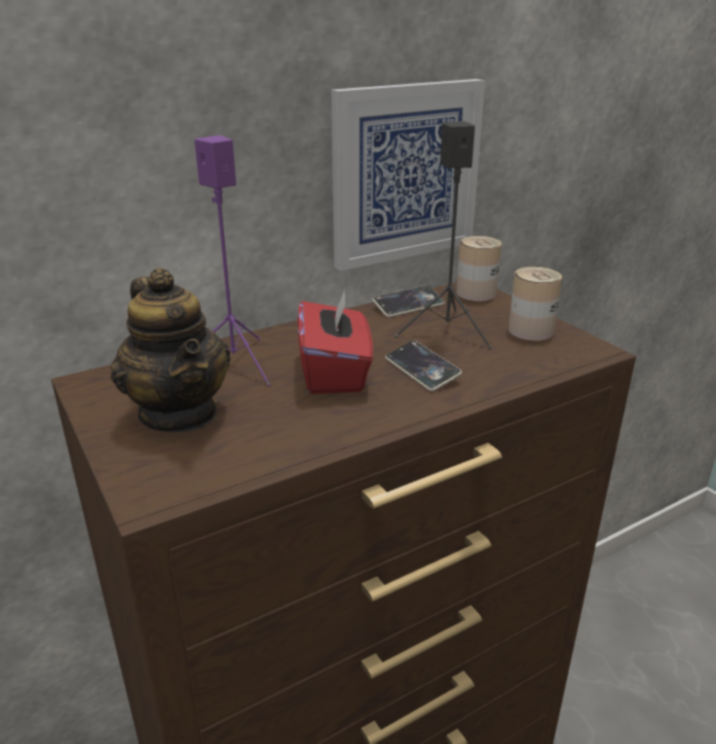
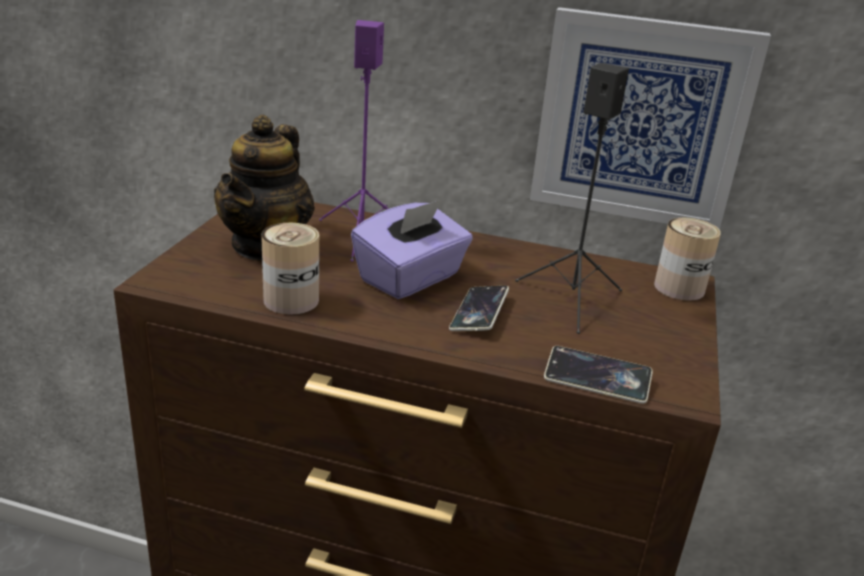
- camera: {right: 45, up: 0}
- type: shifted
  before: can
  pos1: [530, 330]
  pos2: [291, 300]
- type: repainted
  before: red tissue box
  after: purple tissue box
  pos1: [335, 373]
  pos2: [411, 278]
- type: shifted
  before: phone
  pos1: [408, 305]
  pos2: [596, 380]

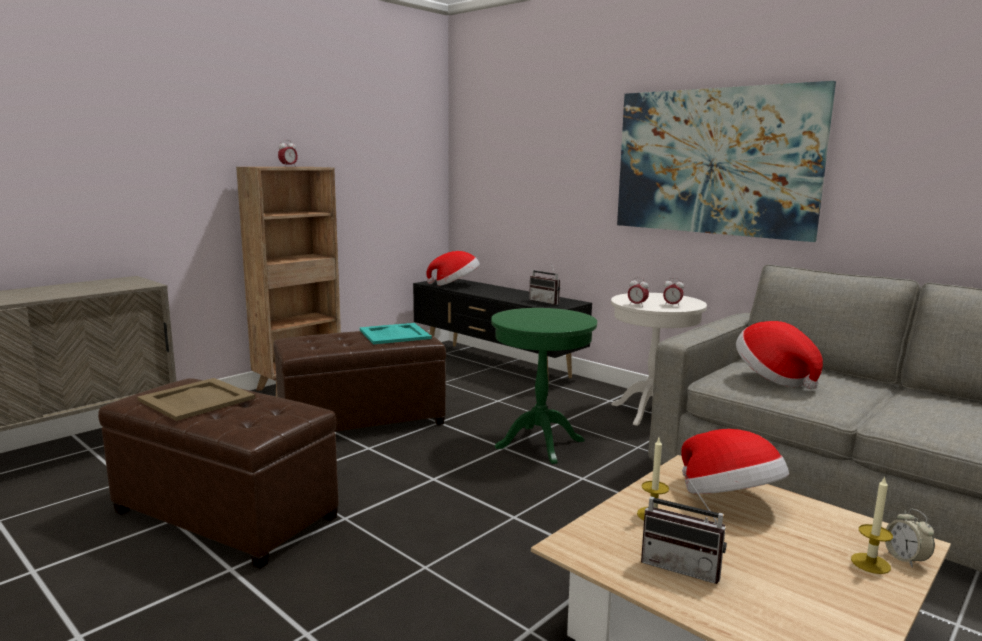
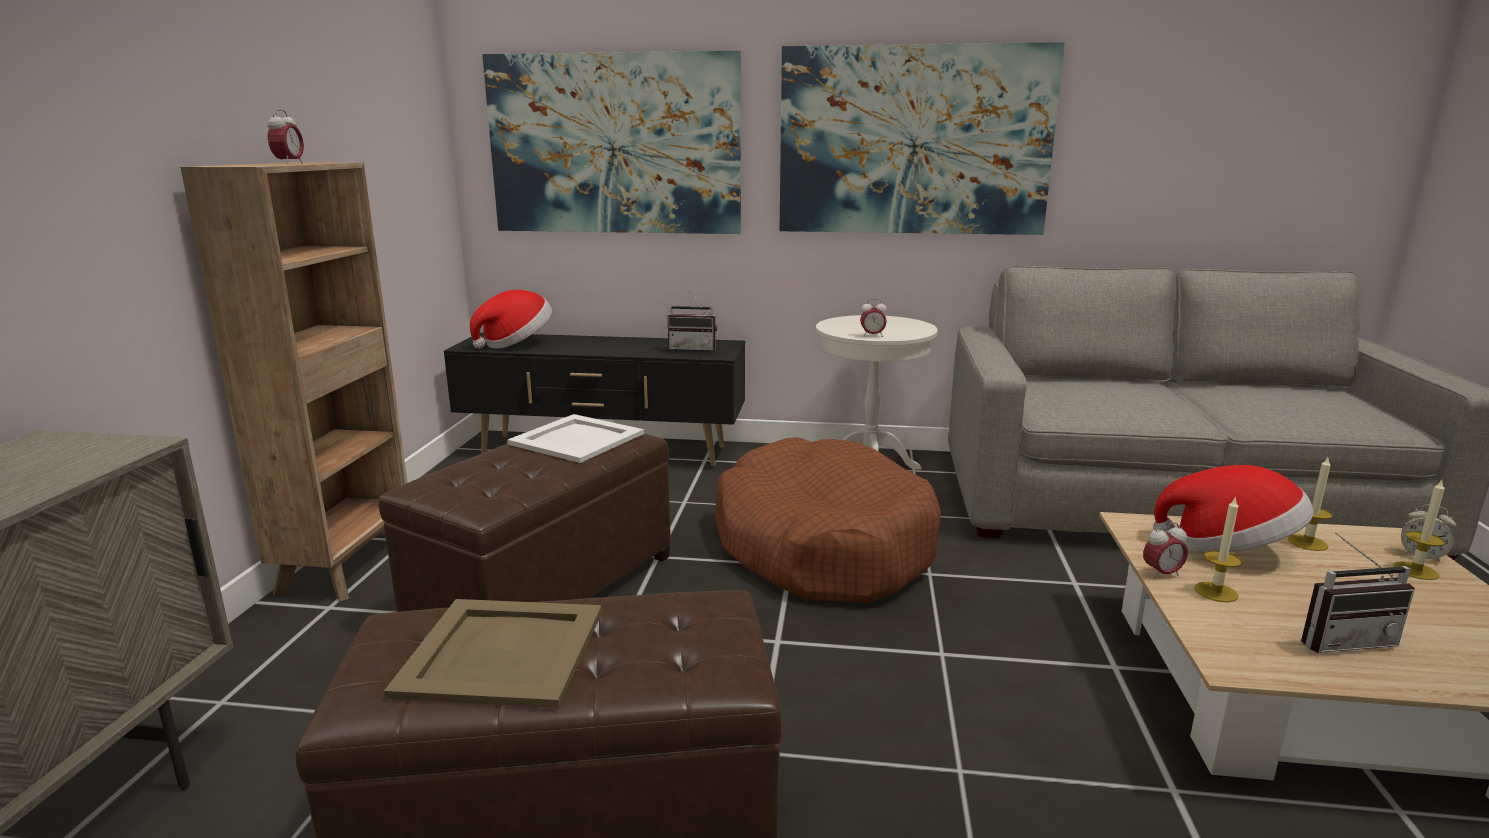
- camera: {right: -35, up: 5}
- type: new
  after: picture
  pos2: [614, 145]
- type: repainted
  before: turquoise tray
  after: white tray
  pos1: [394, 334]
  pos2: [575, 439]
- type: swapped
  before: green side table
  after: brown dog bed
  pos1: [540, 444]
  pos2: [822, 546]
- type: shifted
  before: alarm clock
  pos1: [672, 305]
  pos2: [1161, 574]
- type: new
  after: candle
  pos2: [1307, 543]
- type: gone
  before: hat
  pos1: [773, 378]

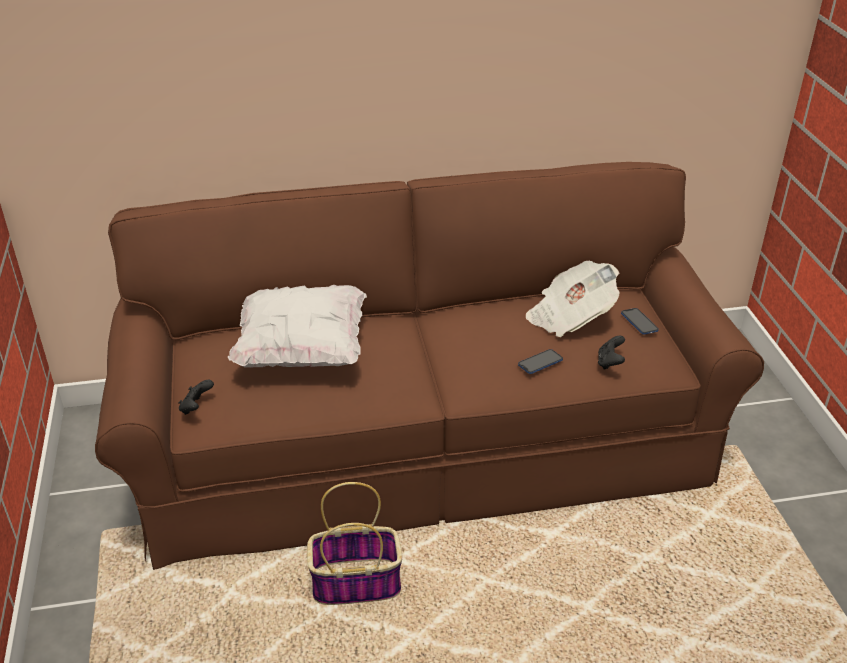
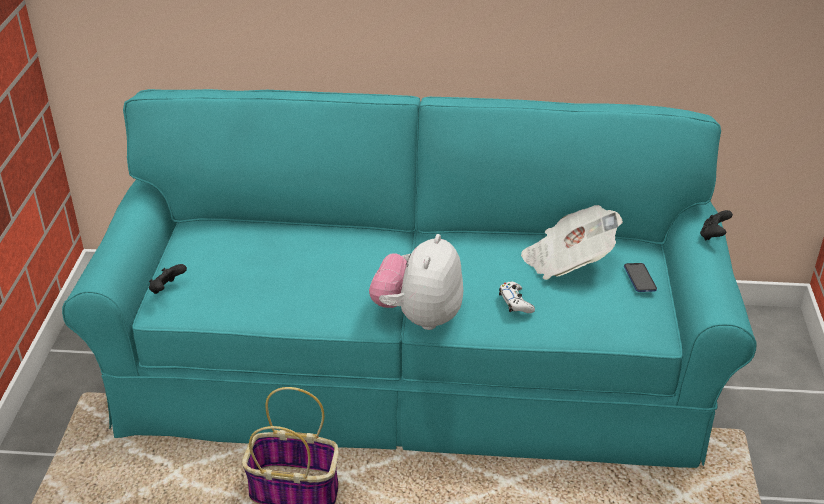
- camera: {right: 15, up: 0}
- type: repainted
  before: brown sofa
  after: turquoise sofa
  pos1: [424, 444]
  pos2: [413, 368]
- type: new
  after: plush toy
  pos2: [419, 316]
- type: swapped
  before: phone
  after: white game controller
  pos1: [540, 362]
  pos2: [515, 302]
- type: shifted
  before: black game controller
  pos1: [610, 362]
  pos2: [713, 235]
- type: gone
  before: white pillow
  pos1: [301, 350]

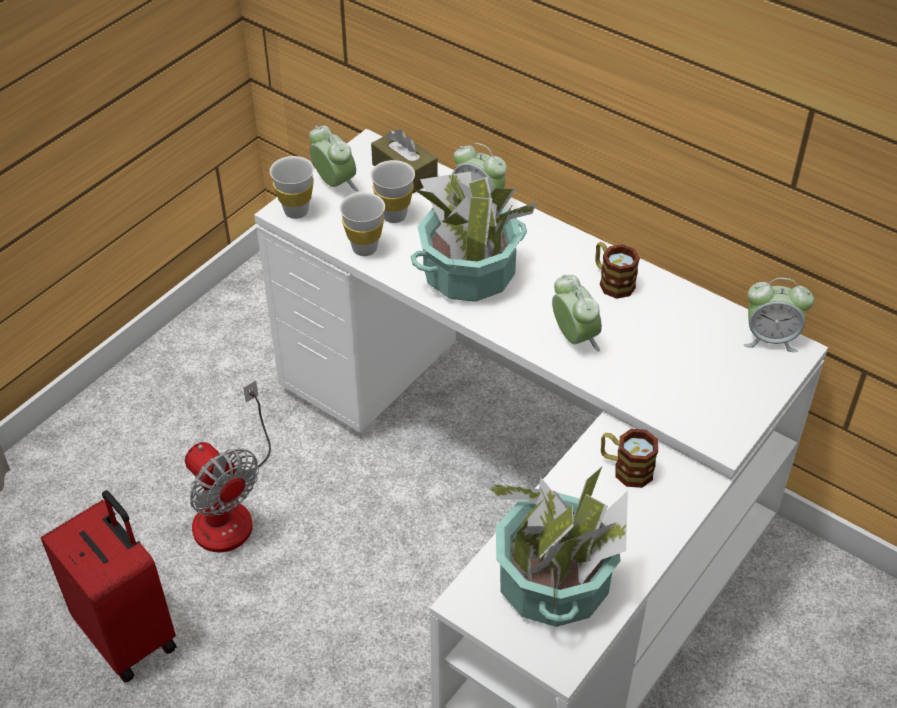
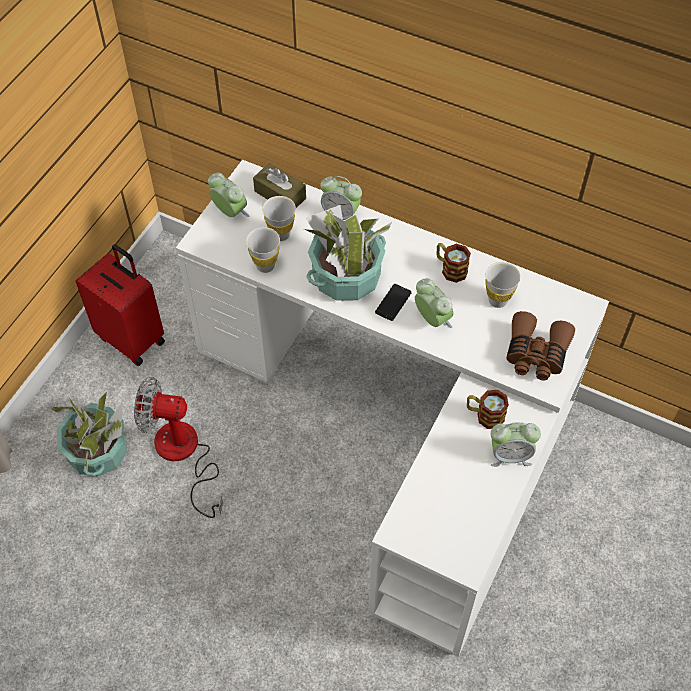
- camera: {right: -10, up: 10}
- type: shifted
  before: potted plant
  pos1: [553, 583]
  pos2: [98, 451]
- type: shifted
  before: red suitcase
  pos1: [130, 635]
  pos2: [132, 338]
- type: rotated
  before: fan
  pos1: [229, 508]
  pos2: [183, 455]
  turn: 150
- type: new
  after: phone
  pos2: [393, 302]
- type: shifted
  before: white cup
  pos1: [296, 211]
  pos2: [497, 300]
- type: shifted
  before: alarm clock
  pos1: [770, 338]
  pos2: [510, 455]
- type: new
  after: brown binoculars
  pos2: [536, 354]

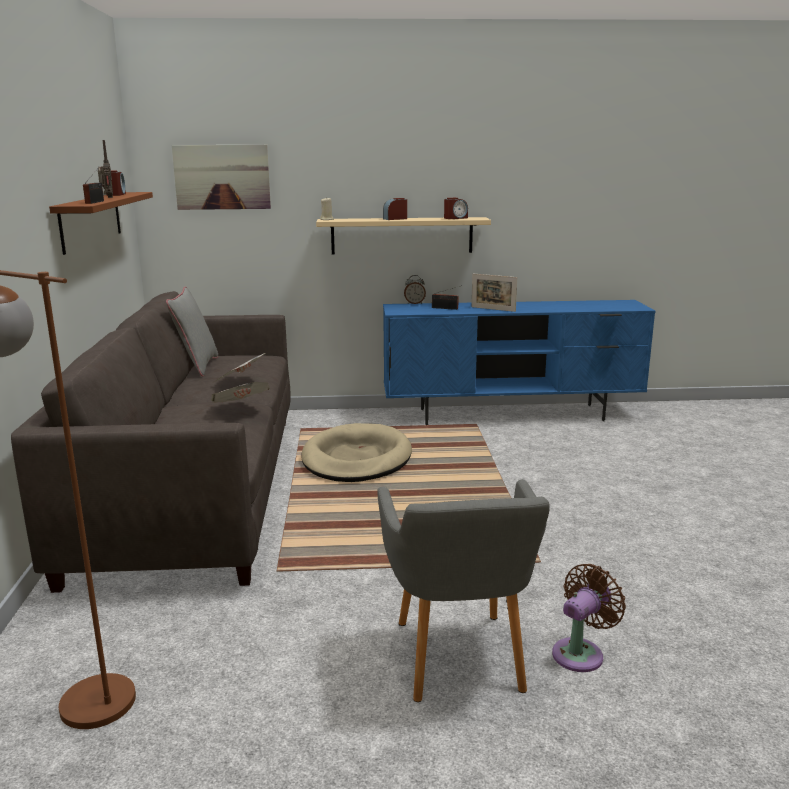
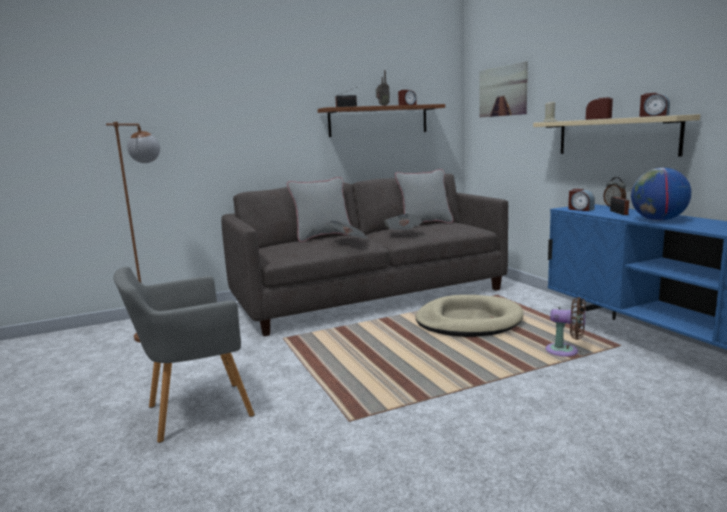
- camera: {right: 70, up: -5}
- type: new
  after: grey pillow
  pos2: [322, 237]
- type: shifted
  before: brown fan
  pos1: [581, 653]
  pos2: [565, 351]
- type: new
  after: alarm clock
  pos2: [580, 209]
- type: swapped
  before: picture frame
  after: globe
  pos1: [493, 309]
  pos2: [658, 220]

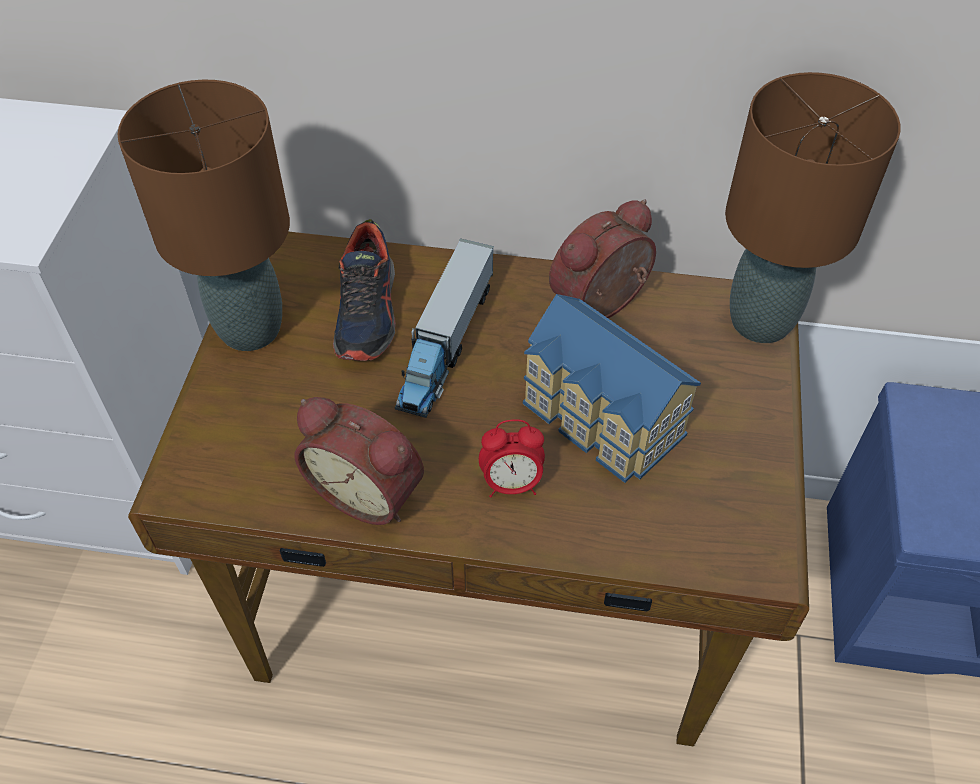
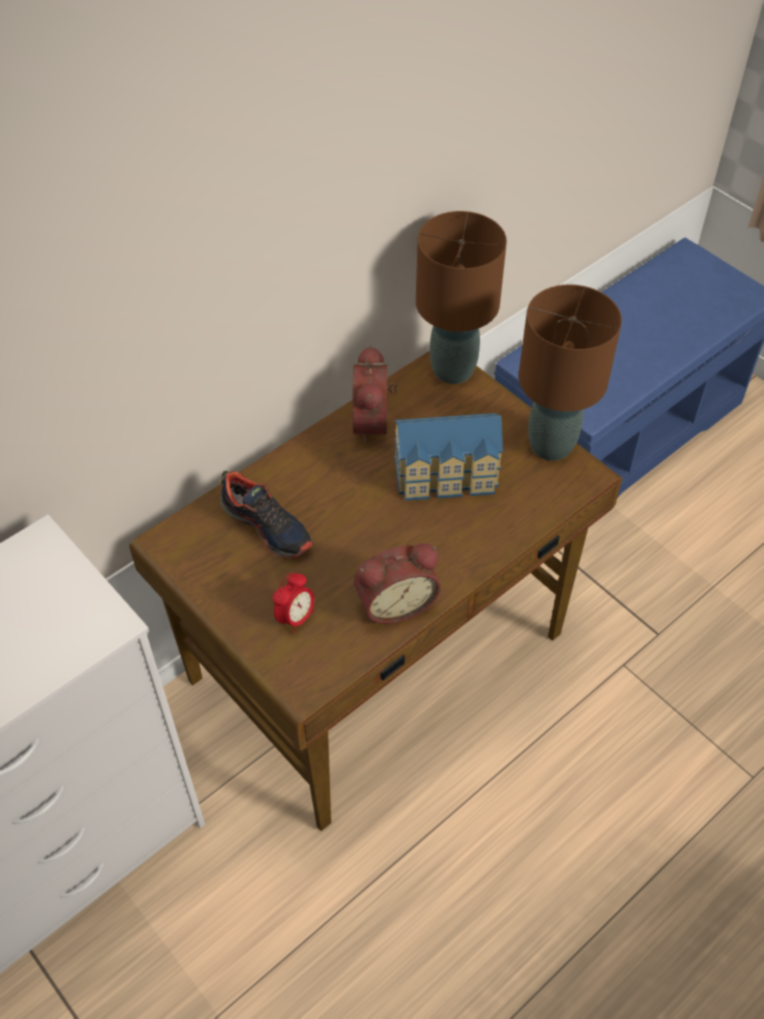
- camera: {right: -50, up: 0}
- type: shifted
  before: alarm clock
  pos1: [511, 484]
  pos2: [295, 617]
- type: shifted
  before: brown table lamp
  pos1: [249, 328]
  pos2: [550, 445]
- type: gone
  before: toy truck
  pos1: [445, 343]

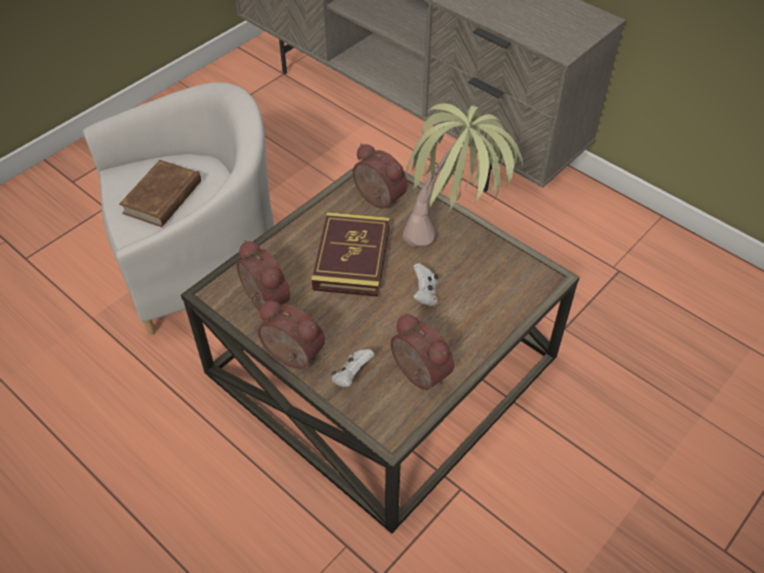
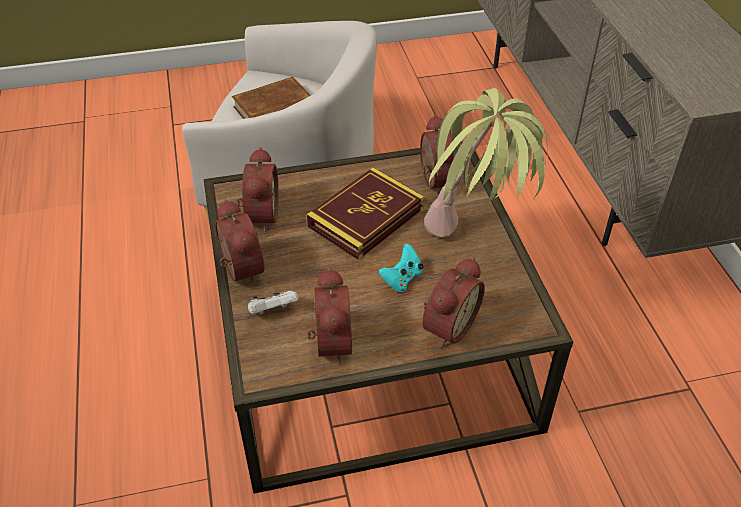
- camera: {right: 35, up: -5}
- type: repainted
  before: white game controller
  after: turquoise game controller
  pos1: [425, 294]
  pos2: [402, 279]
- type: new
  after: alarm clock
  pos2: [447, 325]

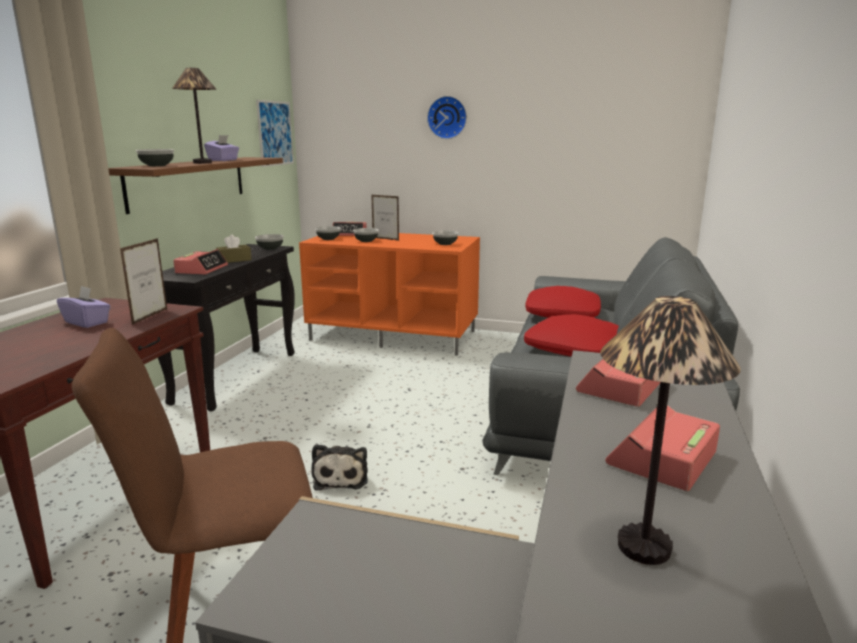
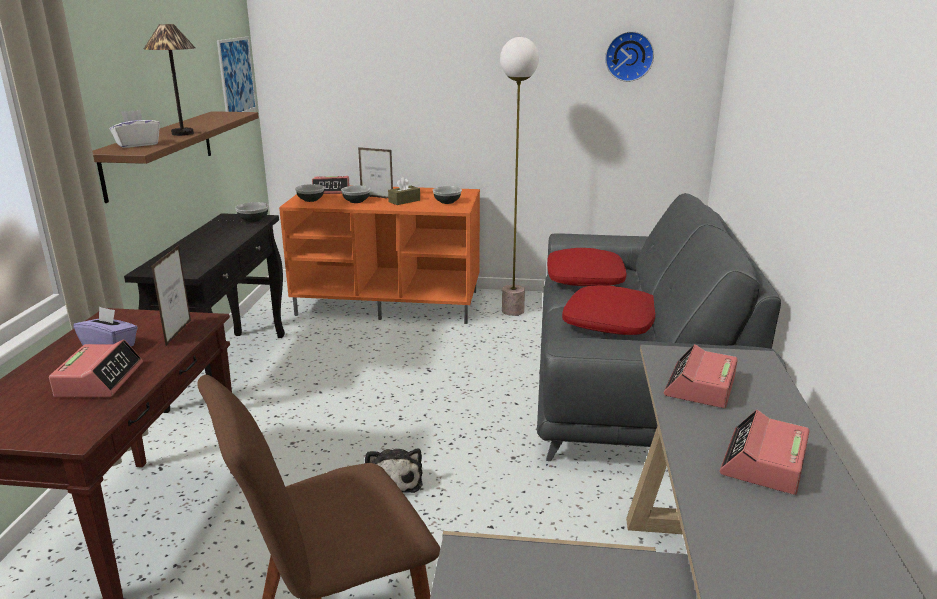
- camera: {right: -10, up: 5}
- type: shifted
  before: alarm clock
  pos1: [202, 269]
  pos2: [100, 380]
- type: swapped
  before: bowl
  after: white tissue box
  pos1: [156, 165]
  pos2: [137, 144]
- type: shifted
  before: brown tissue box
  pos1: [234, 260]
  pos2: [404, 201]
- type: new
  after: floor lamp
  pos2: [513, 311]
- type: shifted
  before: wall clock
  pos1: [447, 117]
  pos2: [629, 56]
- type: gone
  before: purple tissue box
  pos1: [223, 160]
- type: gone
  before: table lamp
  pos1: [642, 547]

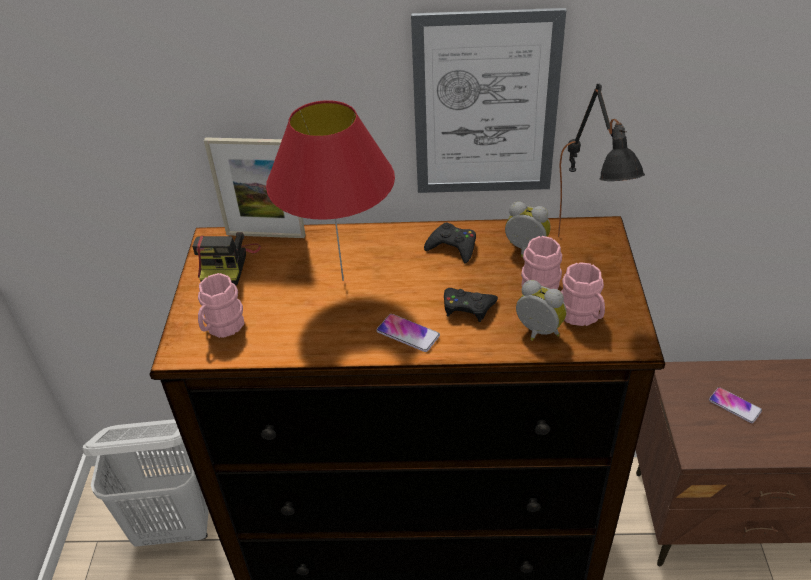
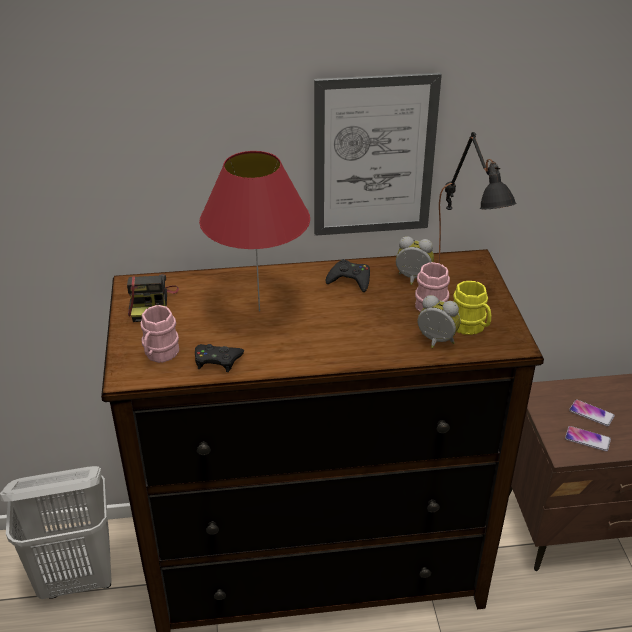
- camera: {right: -10, up: -5}
- type: shifted
  before: black game controller
  pos1: [468, 307]
  pos2: [217, 360]
- type: repainted
  before: pink mug
  after: yellow mug
  pos1: [582, 316]
  pos2: [470, 327]
- type: shifted
  before: phone
  pos1: [408, 333]
  pos2: [587, 439]
- type: gone
  before: picture frame
  pos1: [265, 235]

